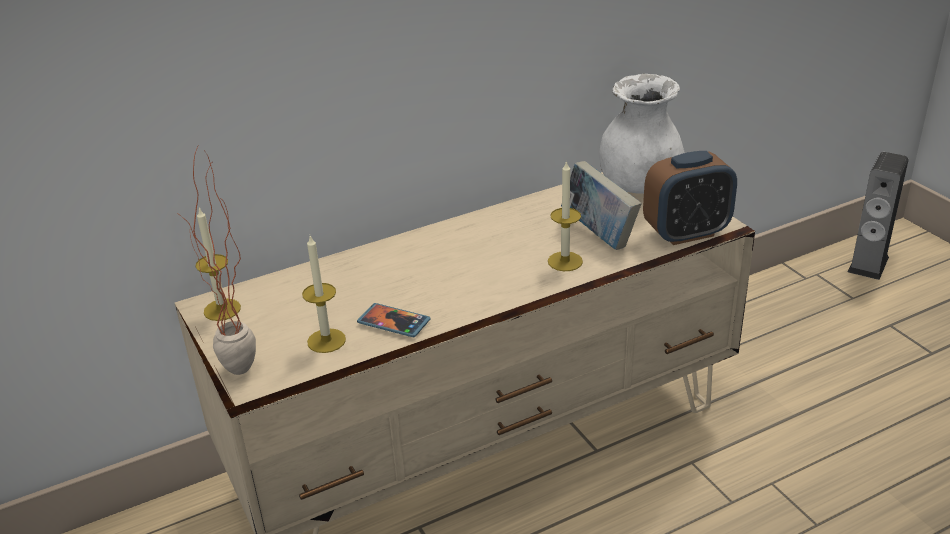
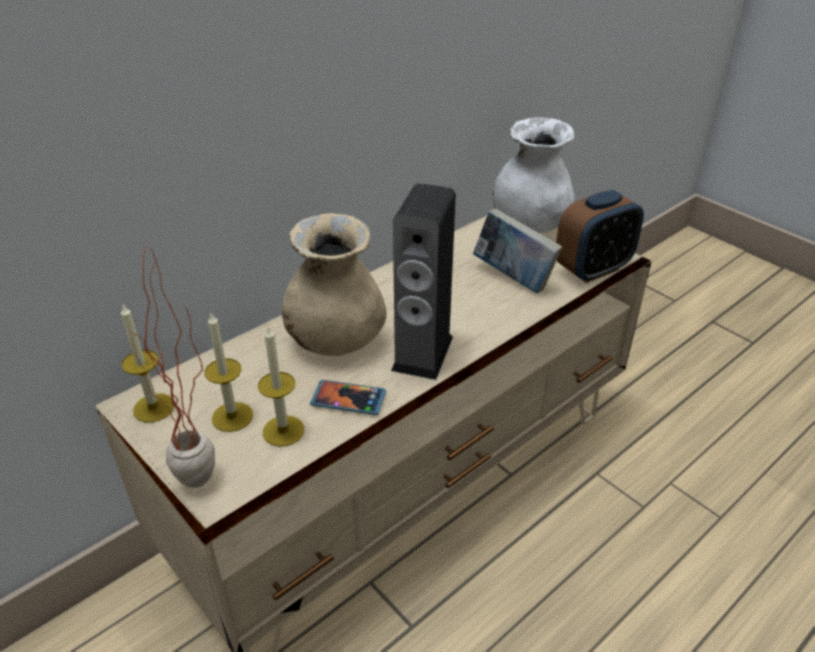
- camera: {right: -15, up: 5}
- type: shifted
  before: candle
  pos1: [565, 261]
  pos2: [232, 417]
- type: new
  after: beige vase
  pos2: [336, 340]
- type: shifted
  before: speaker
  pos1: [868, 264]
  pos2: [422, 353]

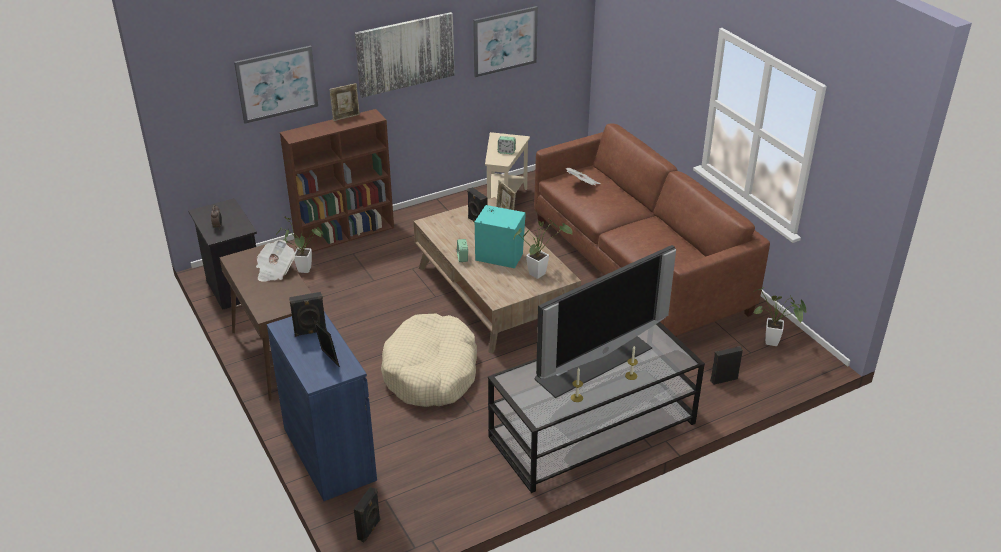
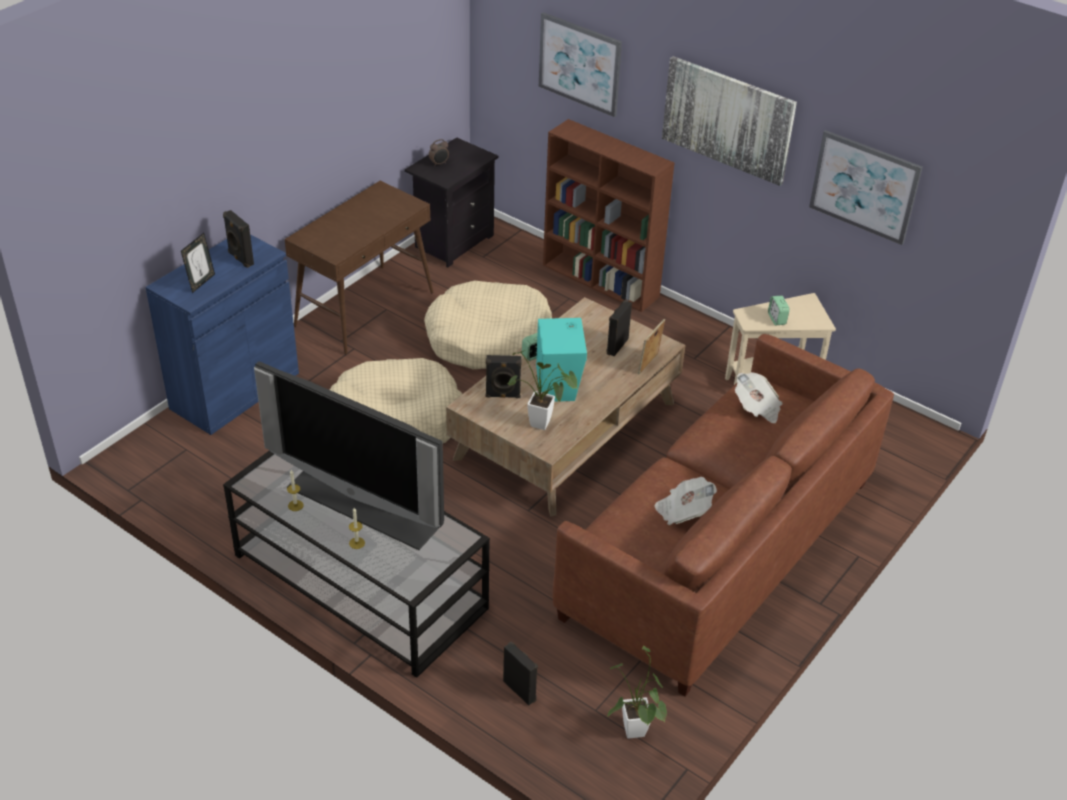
- camera: {right: 65, up: 5}
- type: new
  after: beige dog bed
  pos2: [490, 339]
- type: shifted
  before: black speaker
  pos1: [369, 529]
  pos2: [503, 396]
- type: shifted
  before: newspaper
  pos1: [275, 271]
  pos2: [683, 511]
- type: gone
  before: potted plant
  pos1: [301, 269]
- type: gone
  before: picture frame
  pos1: [346, 117]

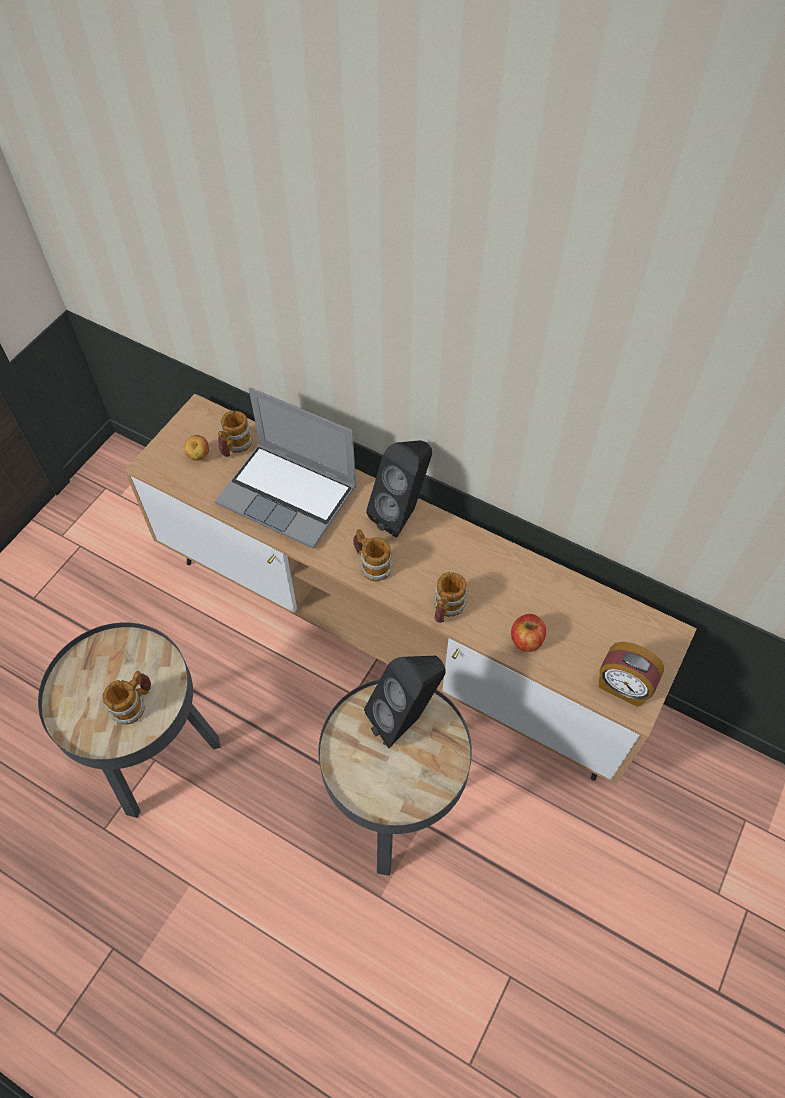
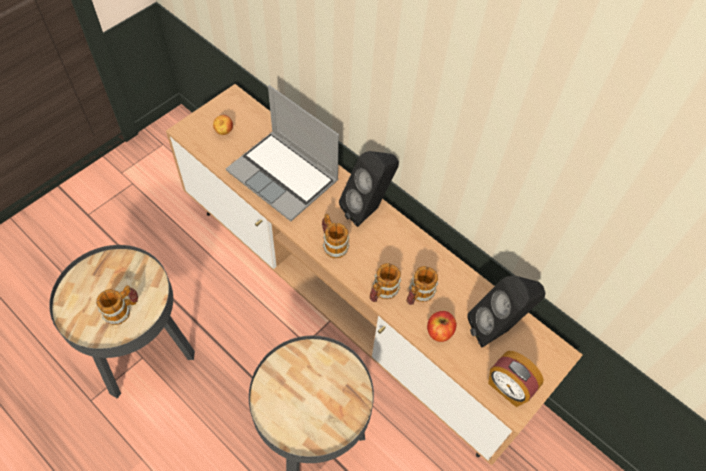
- camera: {right: 10, up: 0}
- type: shifted
  before: mug
  pos1: [235, 446]
  pos2: [418, 295]
- type: shifted
  before: black speaker
  pos1: [406, 718]
  pos2: [497, 328]

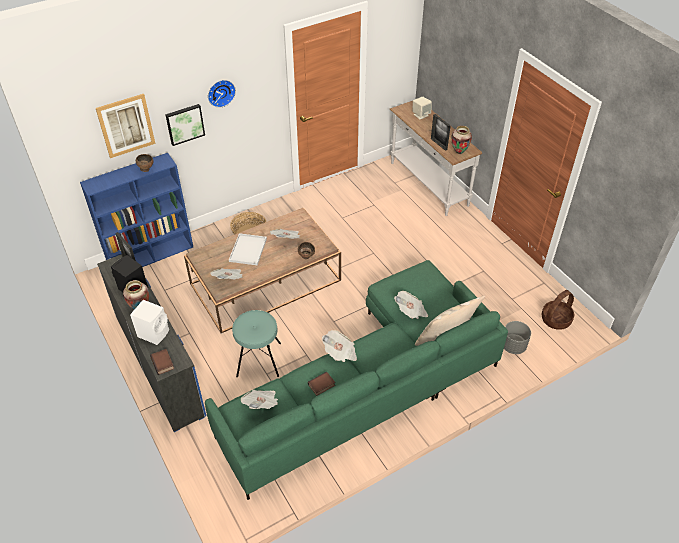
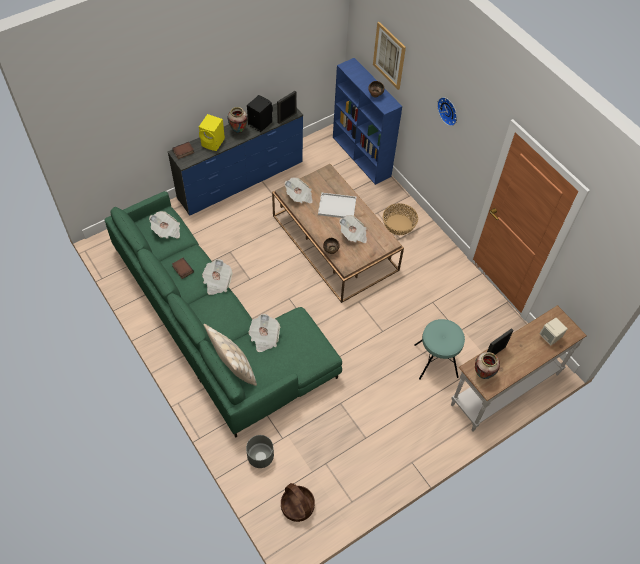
- camera: {right: 85, up: 10}
- type: repainted
  before: white speaker
  after: yellow speaker
  pos1: [154, 333]
  pos2: [213, 143]
- type: shifted
  before: turquoise stool
  pos1: [259, 359]
  pos2: [436, 361]
- type: gone
  before: picture
  pos1: [184, 124]

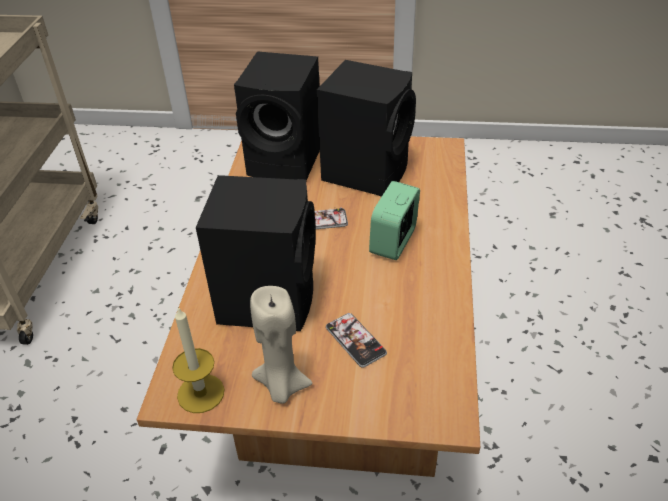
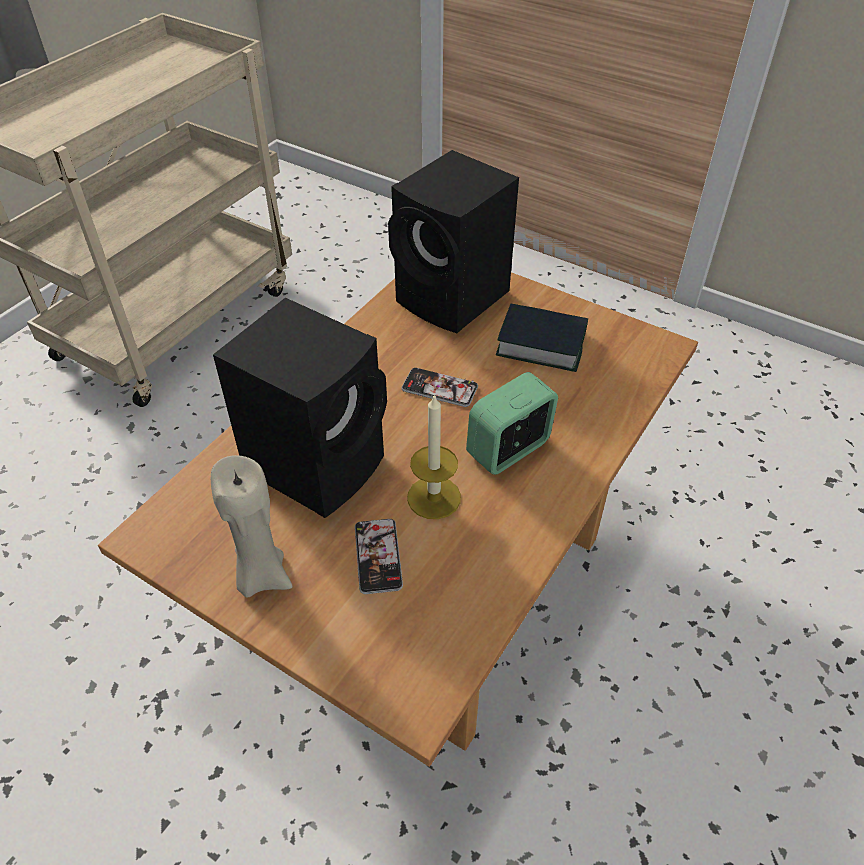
- camera: {right: 25, up: 5}
- type: shifted
  before: candle
  pos1: [201, 393]
  pos2: [434, 497]
- type: swapped
  before: black speaker
  after: book
  pos1: [367, 171]
  pos2: [541, 344]

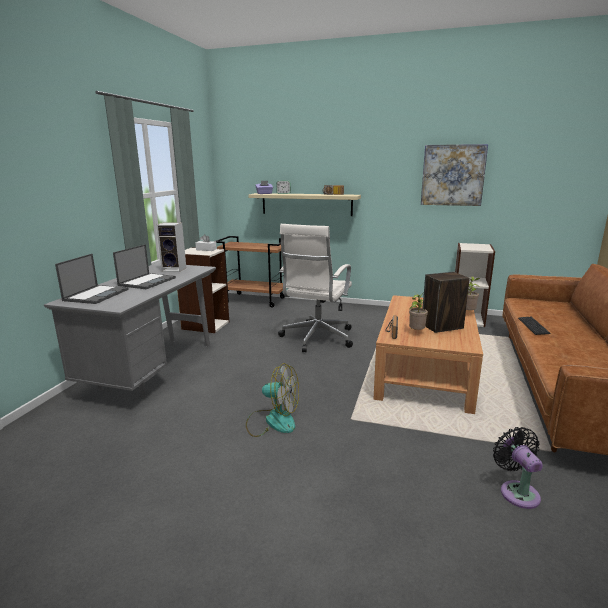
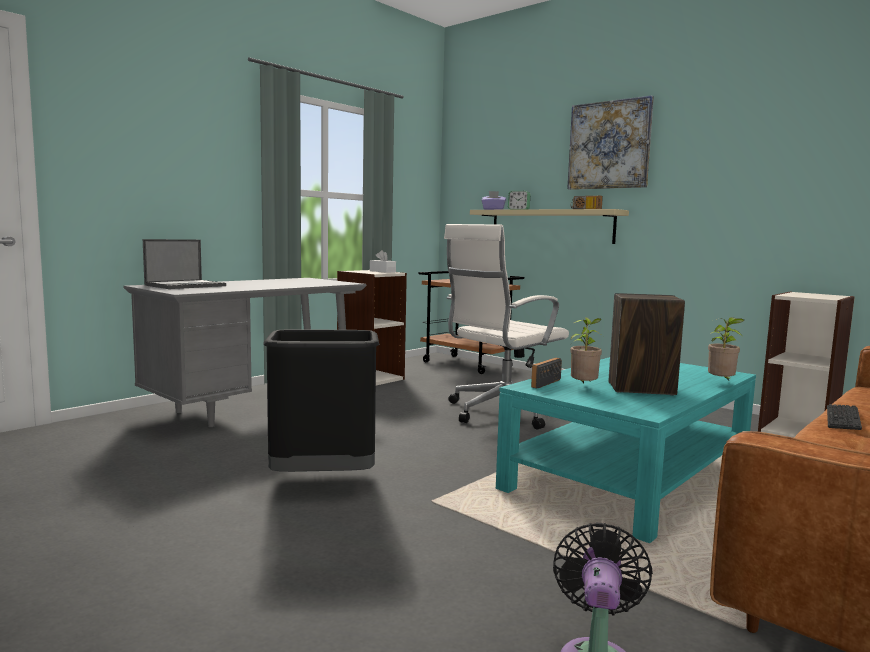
- camera: {right: 25, up: -10}
- type: swapped
  before: fan
  after: black trash can
  pos1: [272, 421]
  pos2: [323, 479]
- type: repainted
  before: brown coffee table
  after: turquoise coffee table
  pos1: [425, 371]
  pos2: [629, 477]
- type: shifted
  before: picture
  pos1: [453, 175]
  pos2: [609, 145]
- type: gone
  before: laptop
  pos1: [147, 281]
- type: gone
  before: speaker
  pos1: [175, 269]

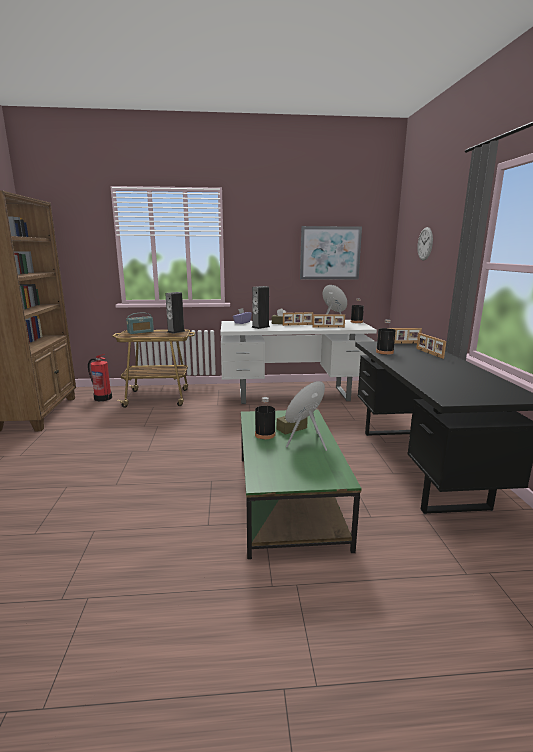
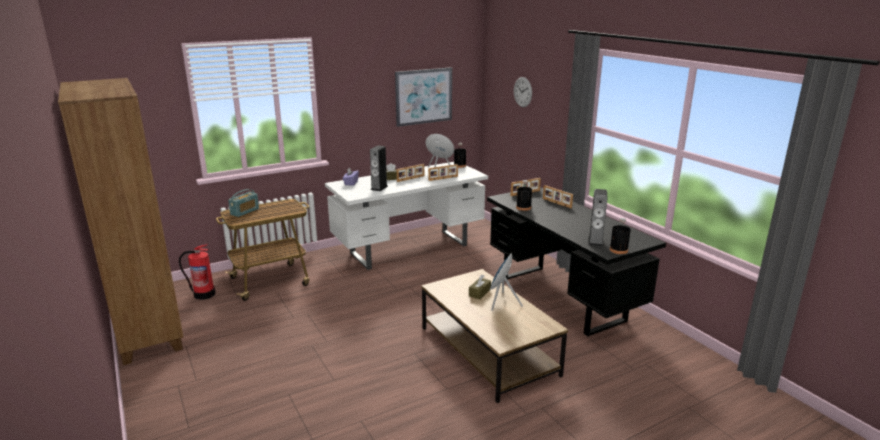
- camera: {right: -25, up: 5}
- type: repainted
  before: green coffee table
  after: brown coffee table
  pos1: [287, 497]
  pos2: [487, 350]
- type: shifted
  before: speaker
  pos1: [176, 331]
  pos2: [595, 241]
- type: shifted
  before: black bottle
  pos1: [265, 434]
  pos2: [618, 250]

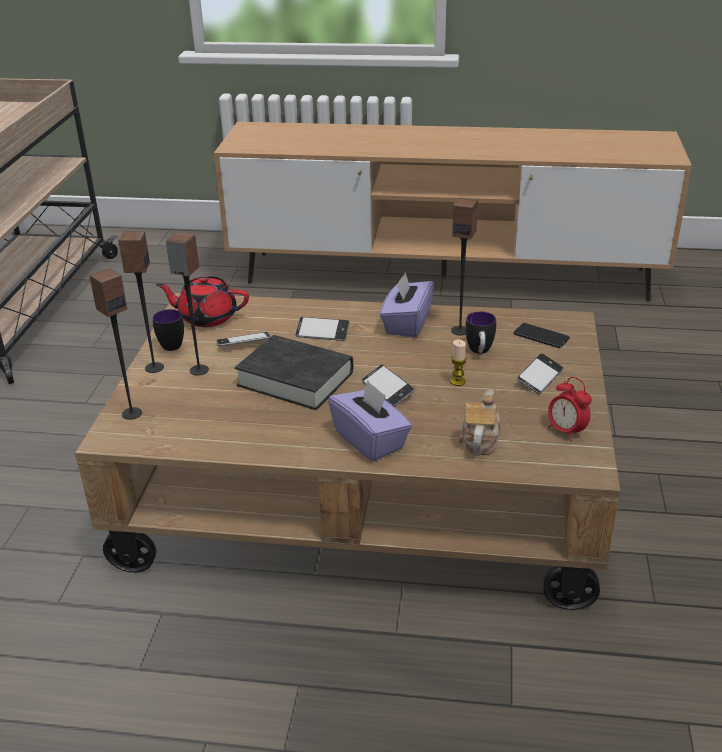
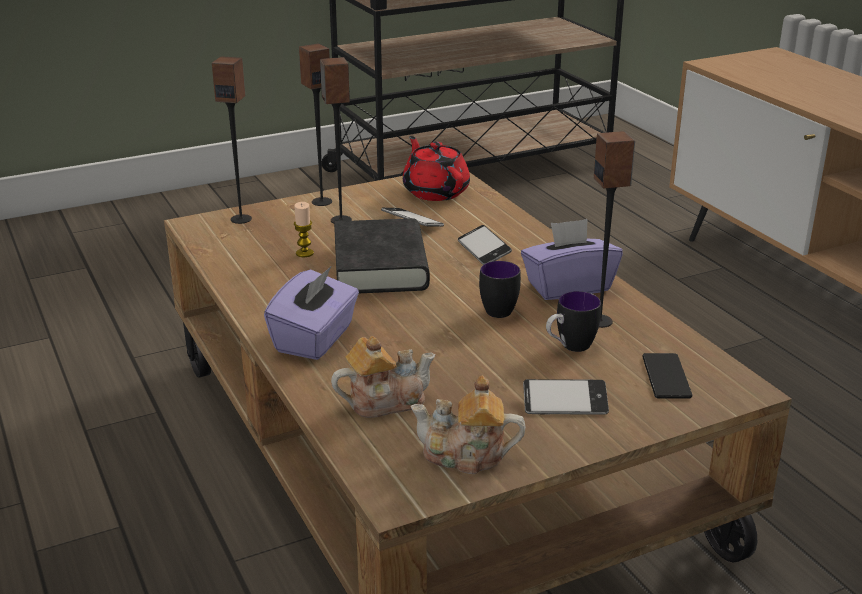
- camera: {right: 55, up: -5}
- type: shifted
  before: candle
  pos1: [457, 381]
  pos2: [304, 253]
- type: swapped
  before: alarm clock
  after: teapot
  pos1: [566, 431]
  pos2: [466, 456]
- type: shifted
  before: mug
  pos1: [169, 343]
  pos2: [501, 308]
- type: gone
  before: phone
  pos1: [387, 389]

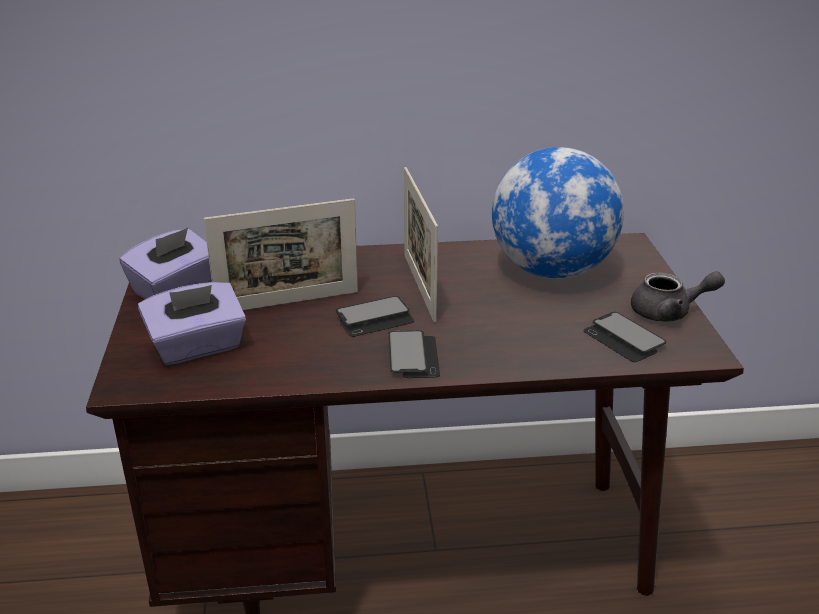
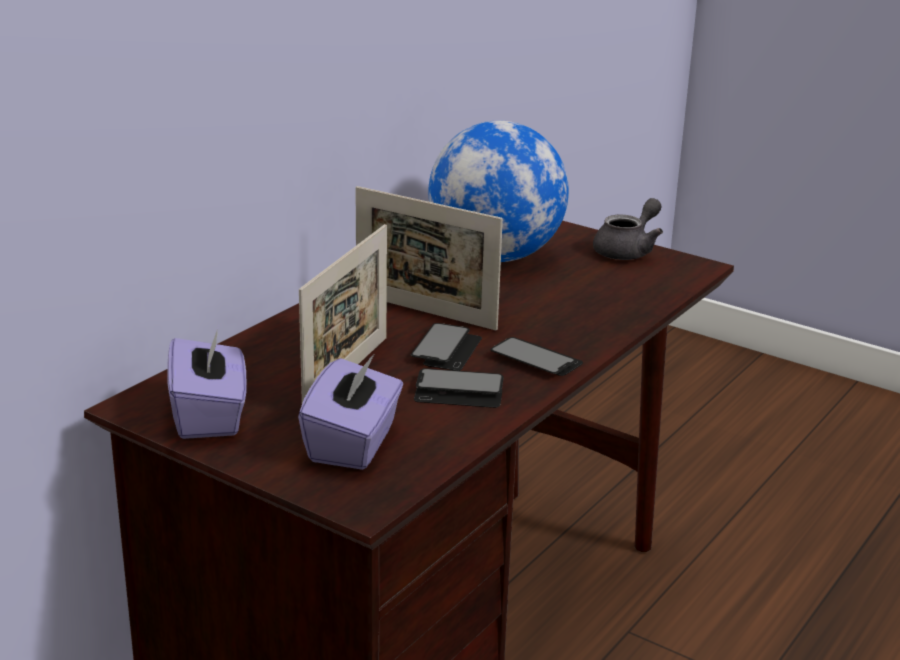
- camera: {right: -50, up: -5}
- type: shifted
  before: phone
  pos1: [623, 339]
  pos2: [459, 391]

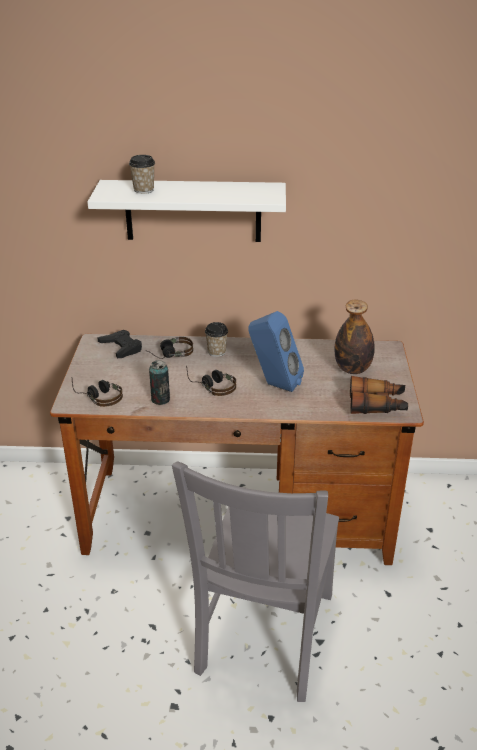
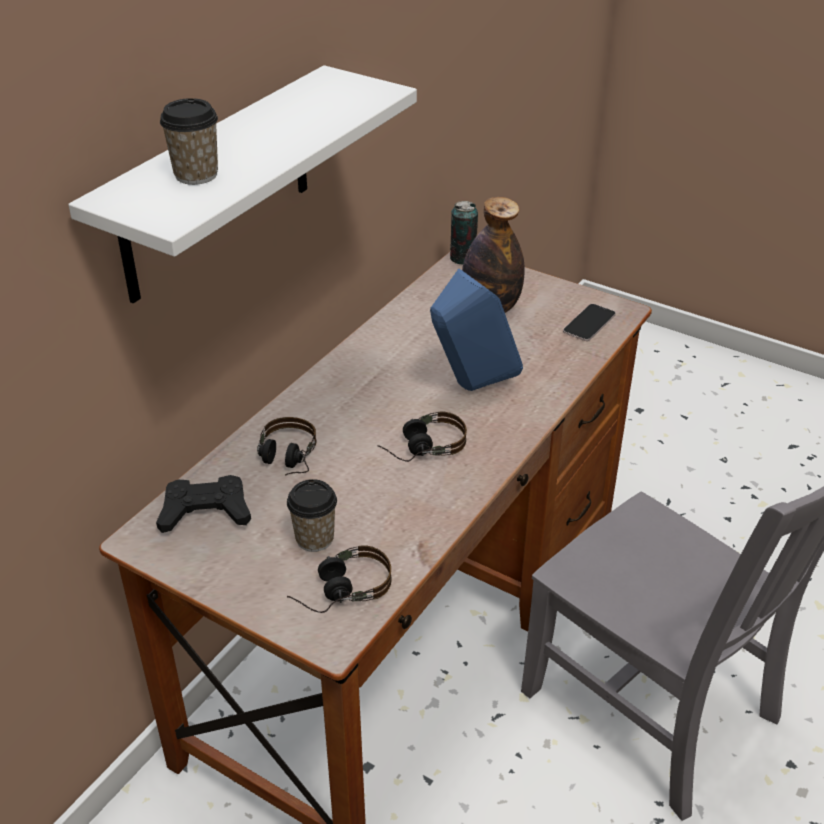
- camera: {right: -60, up: 5}
- type: shifted
  before: cup
  pos1: [216, 352]
  pos2: [314, 538]
- type: shifted
  before: can
  pos1: [160, 399]
  pos2: [463, 258]
- type: swapped
  before: binoculars
  after: phone
  pos1: [377, 405]
  pos2: [589, 323]

